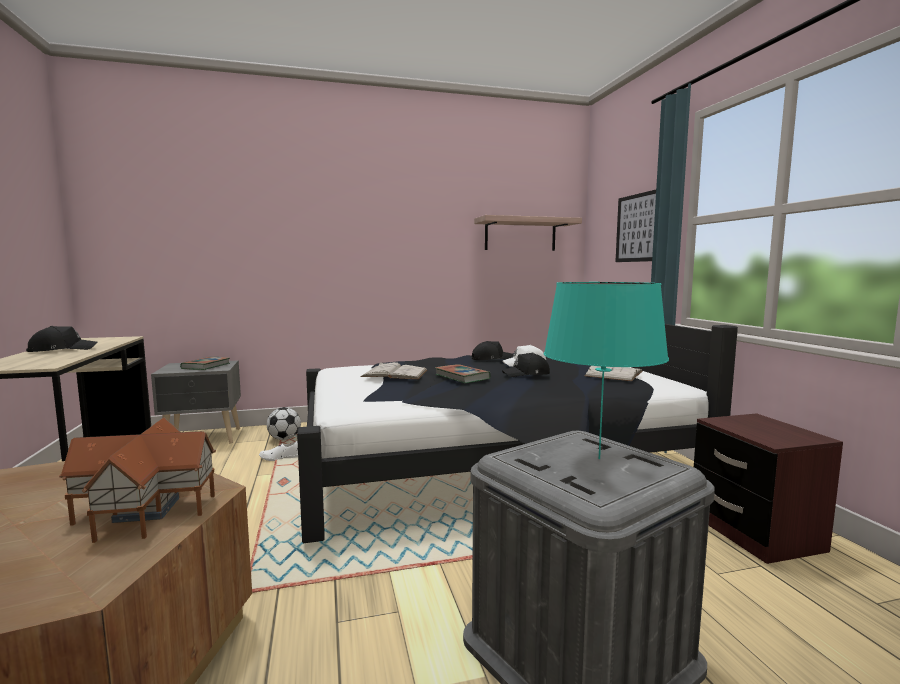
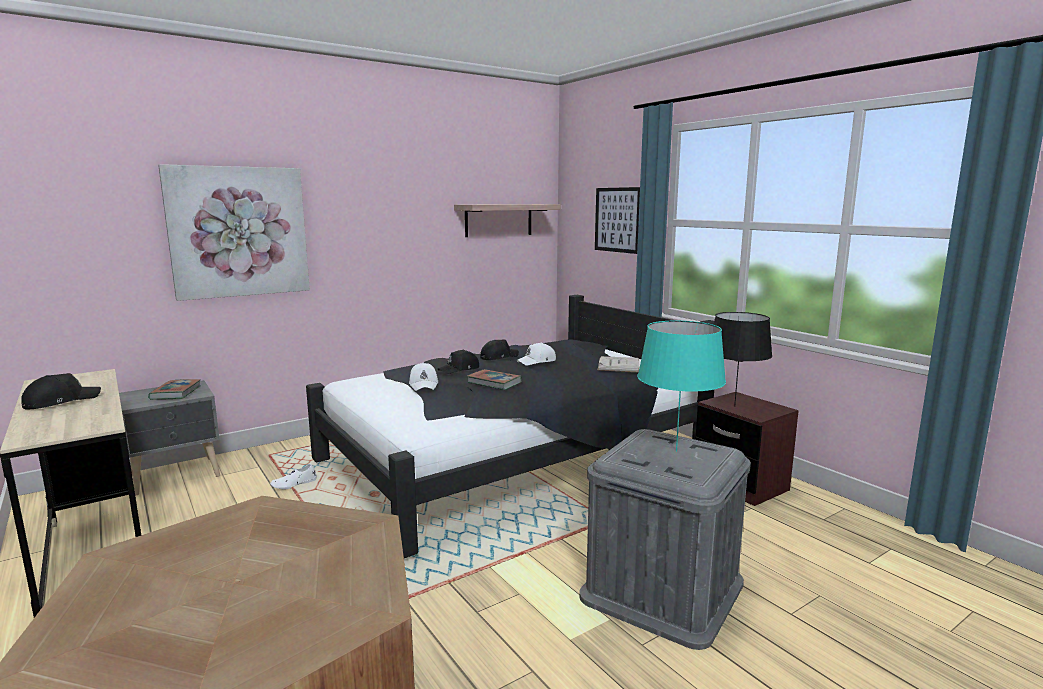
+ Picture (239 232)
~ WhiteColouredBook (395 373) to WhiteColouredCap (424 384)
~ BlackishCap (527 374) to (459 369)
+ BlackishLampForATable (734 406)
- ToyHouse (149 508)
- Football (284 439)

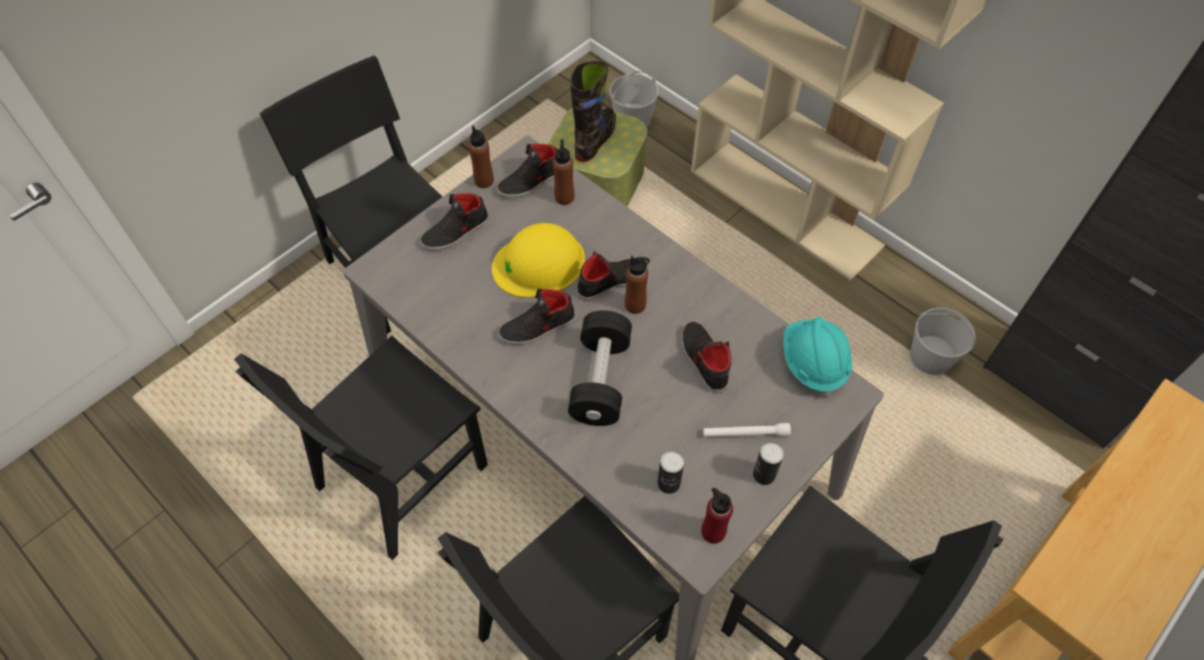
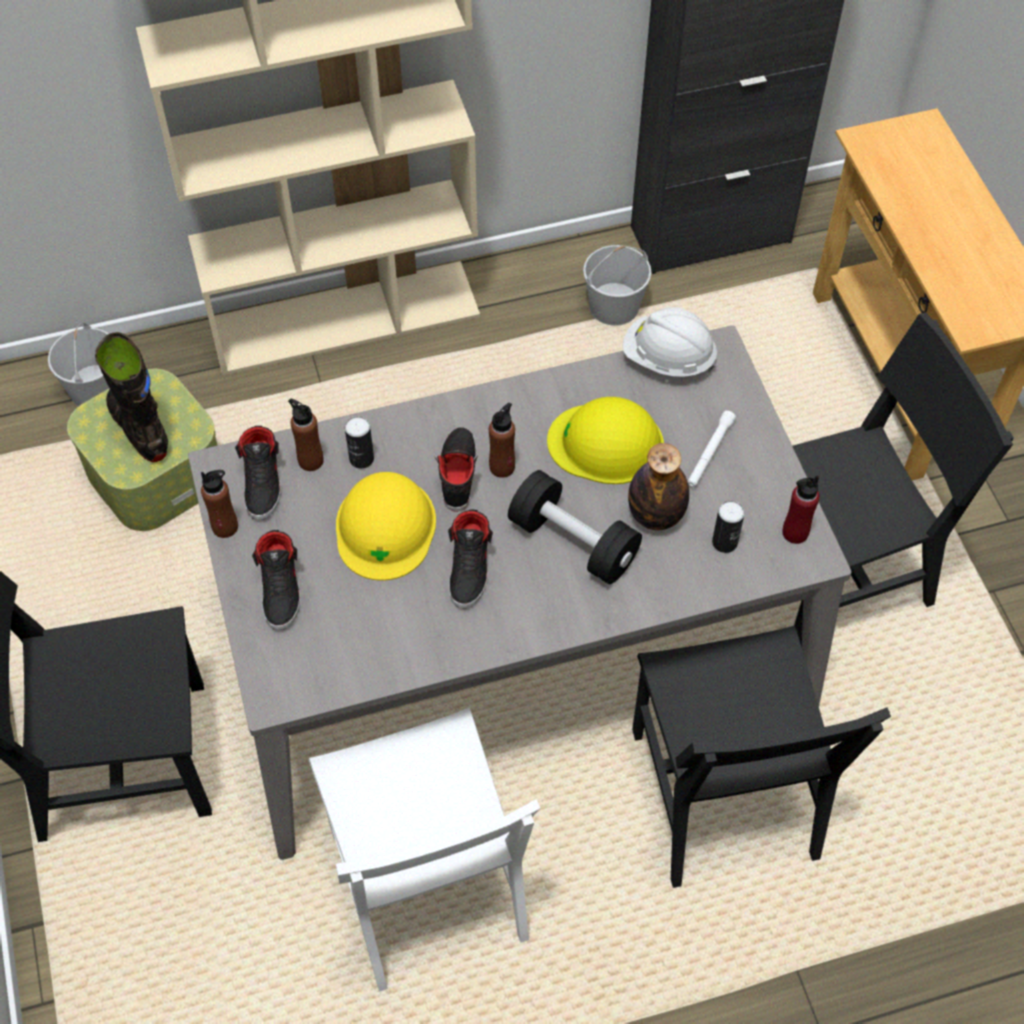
~ BlackishChair (401 476) to WhiteColouredChair (426 884)
~ SealedCan (764 474) to (361 459)
~ BlackishLowShoe (703 359) to YellowColouredHardHat (606 443)
~ BlueGreenHardHat (813 363) to WhiteColouredHardHat (668 359)
+ DrinkBottle (656 515)

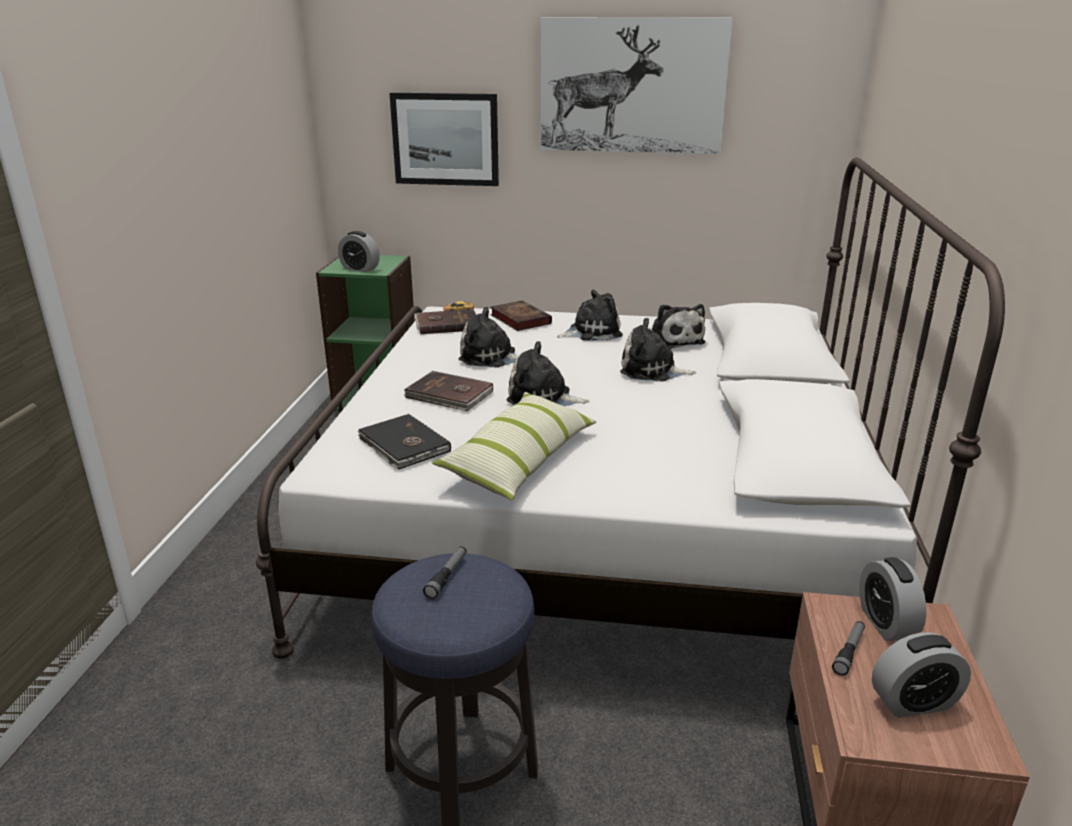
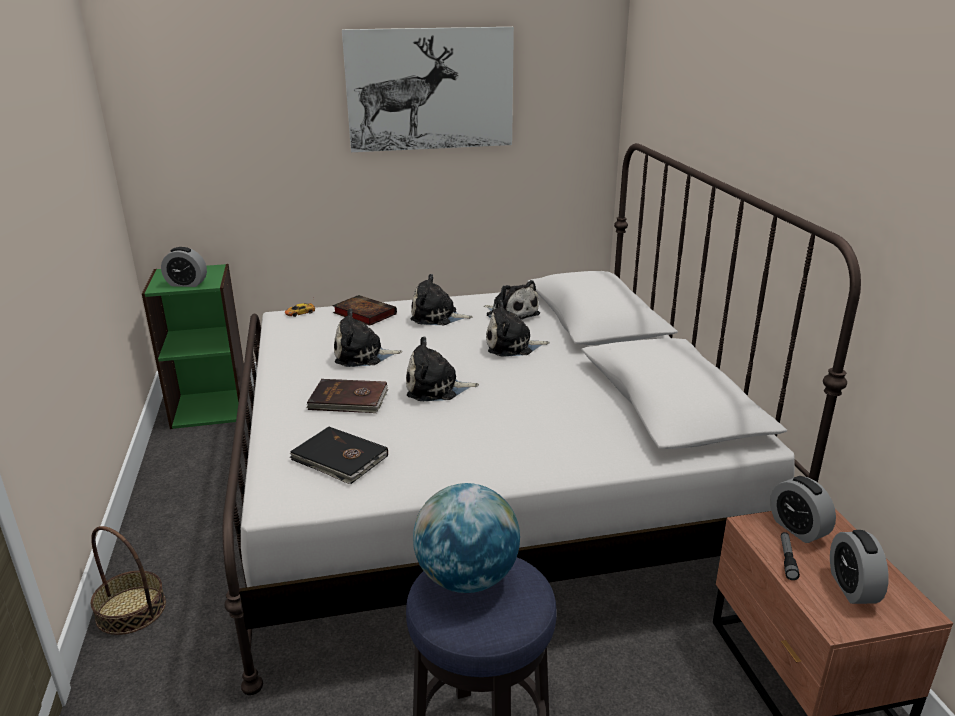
+ StorageBasket (131 610)
~ PlushToy (592 332) = (437 317) 135 degrees counterclockwise
~ Flashlight (447 576) to Globe (467 578)
~ AlarmClock (913 702) = (852 587) 120 degrees clockwise
- Picture (445 139)
- BrownColouredBook (447 324)
- Pillow (519 460)

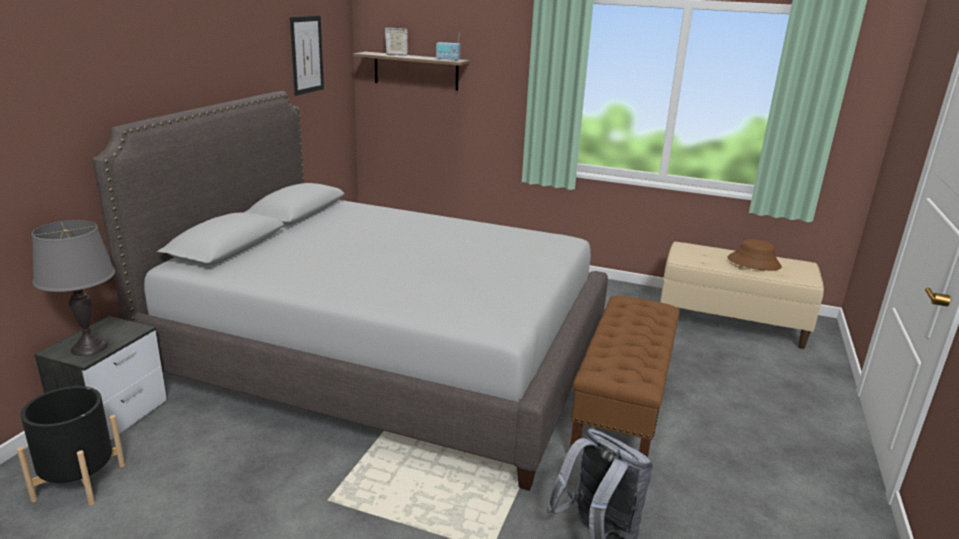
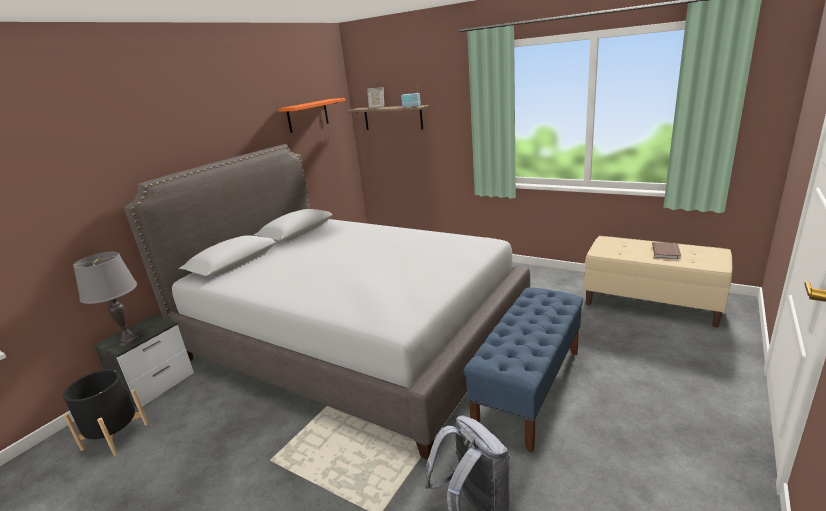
~ Picture (307 55) to OrangeColouredShelf (307 115)
~ BrownColouredIndoorBench (621 412) to BluishIndoorBench (529 388)
~ BrownColouredHat (753 263) to BrownColouredBook (667 252)

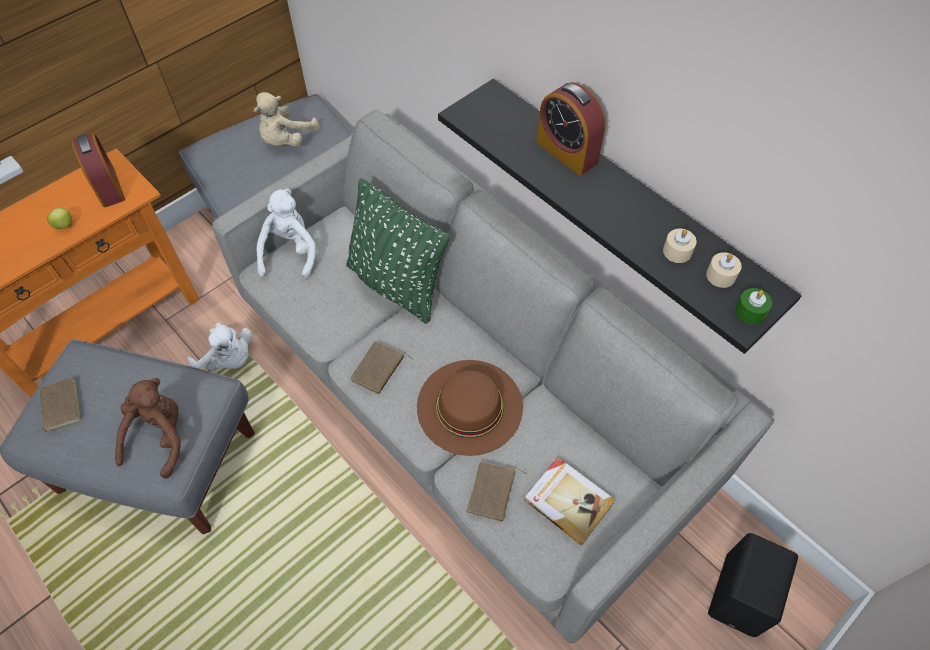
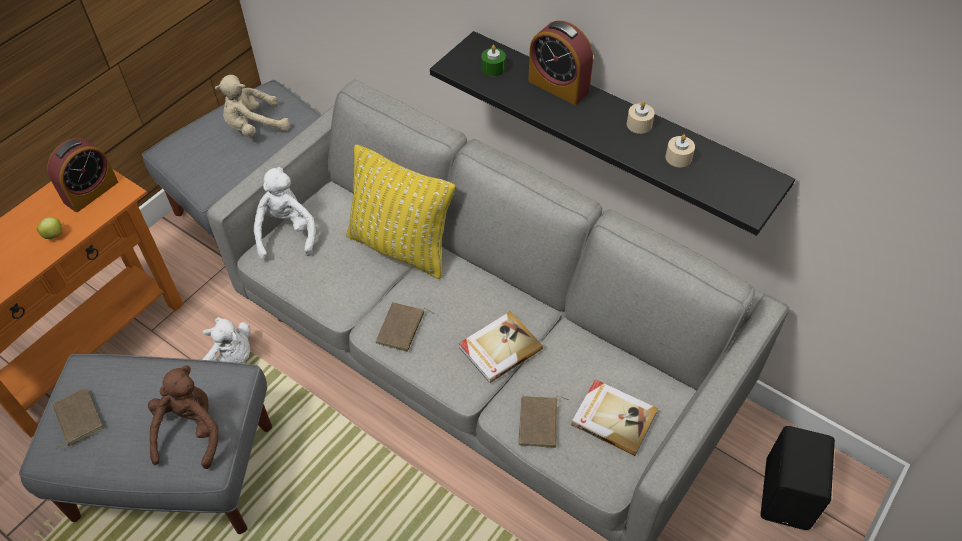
~ AlarmClock (108 187) = (91 192) 75 degrees clockwise
~ BeigePlushToy (286 140) = (254 127) 45 degrees clockwise
~ GreenColouredPillow (397 284) to YellowColouredPillow (401 247)
~ BrownColouredHat (469 406) to Book (499 348)
~ GreenColouredCandle (750 311) to (493 68)
~ BeigeCandle (720 275) to (639 124)

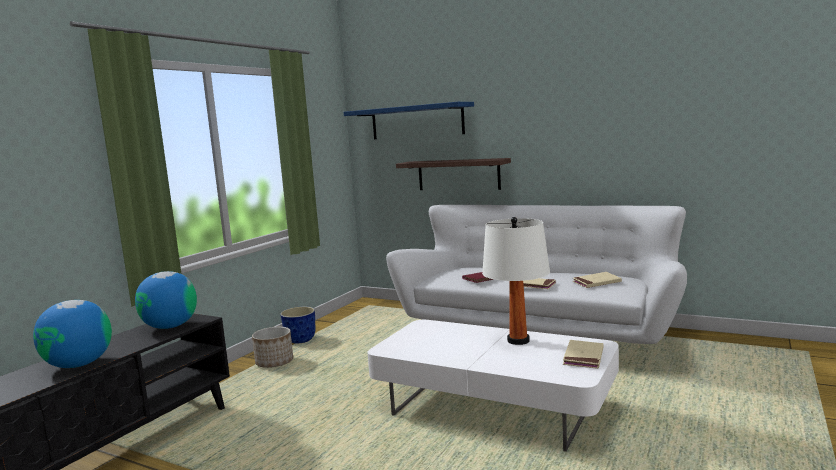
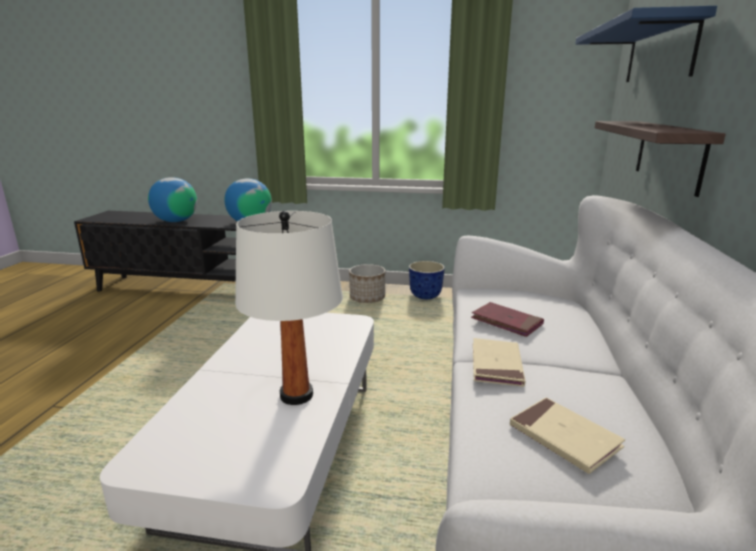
- BeigeBook (583 357)

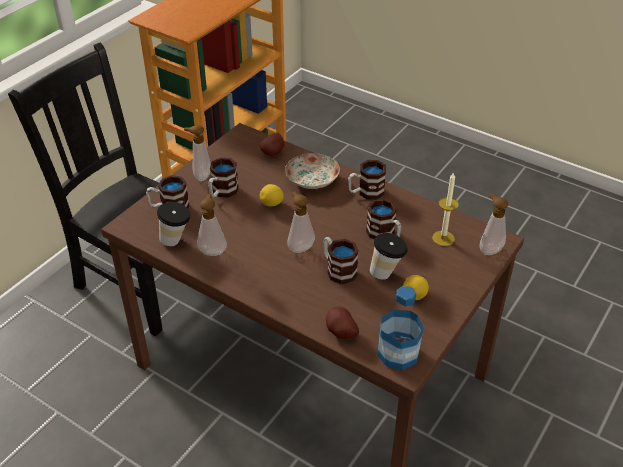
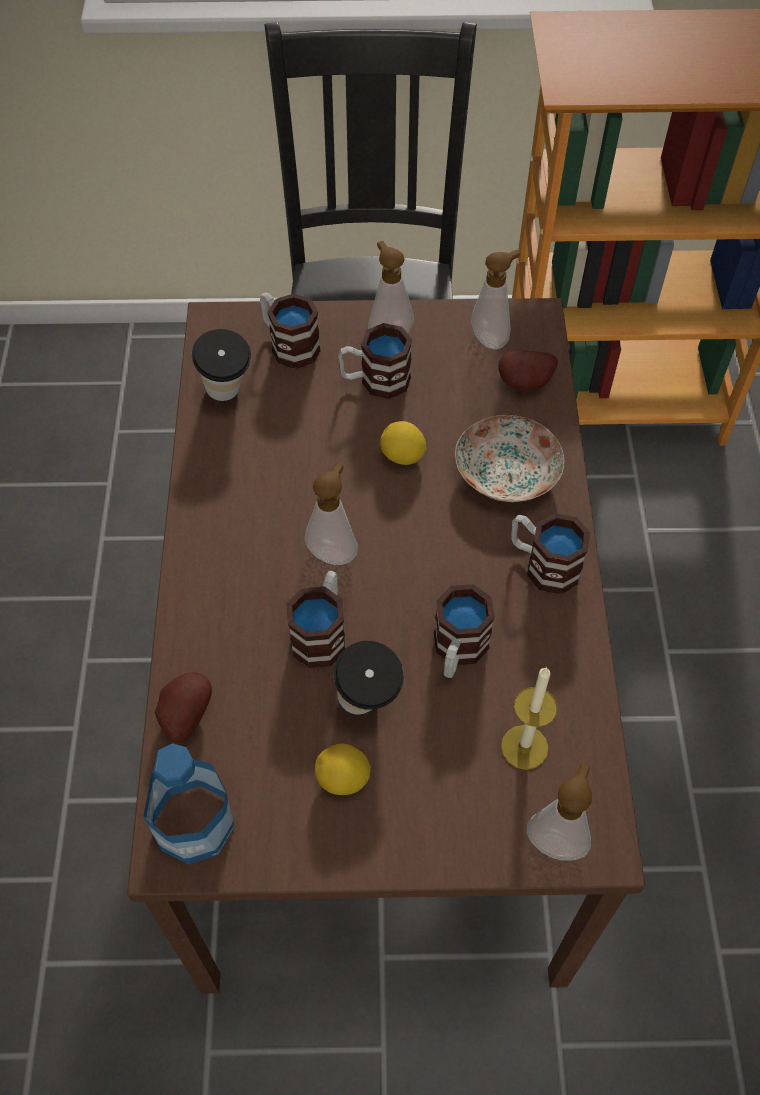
~ SoapDispenser (213 250) to (492 338)

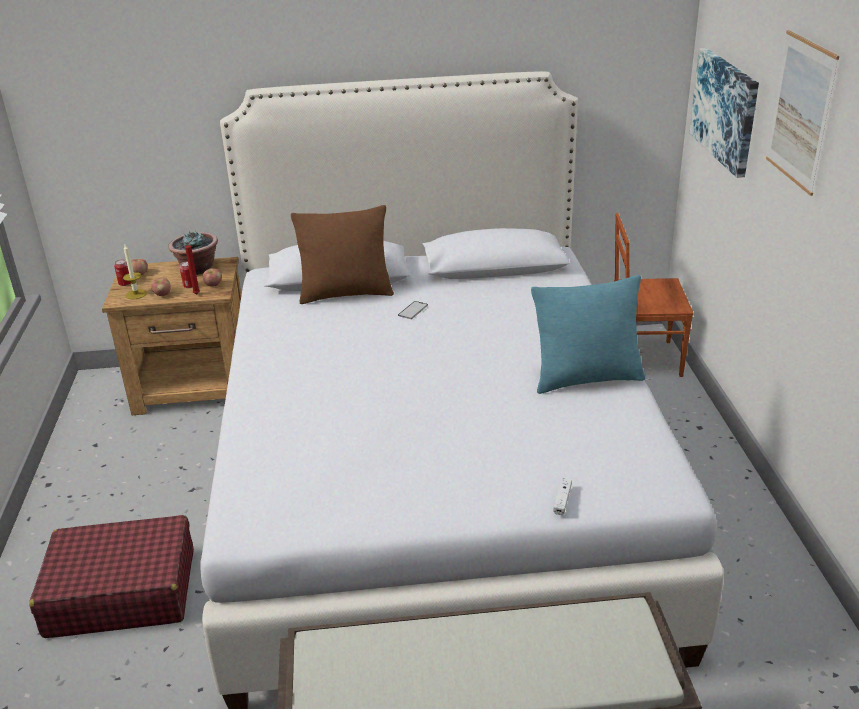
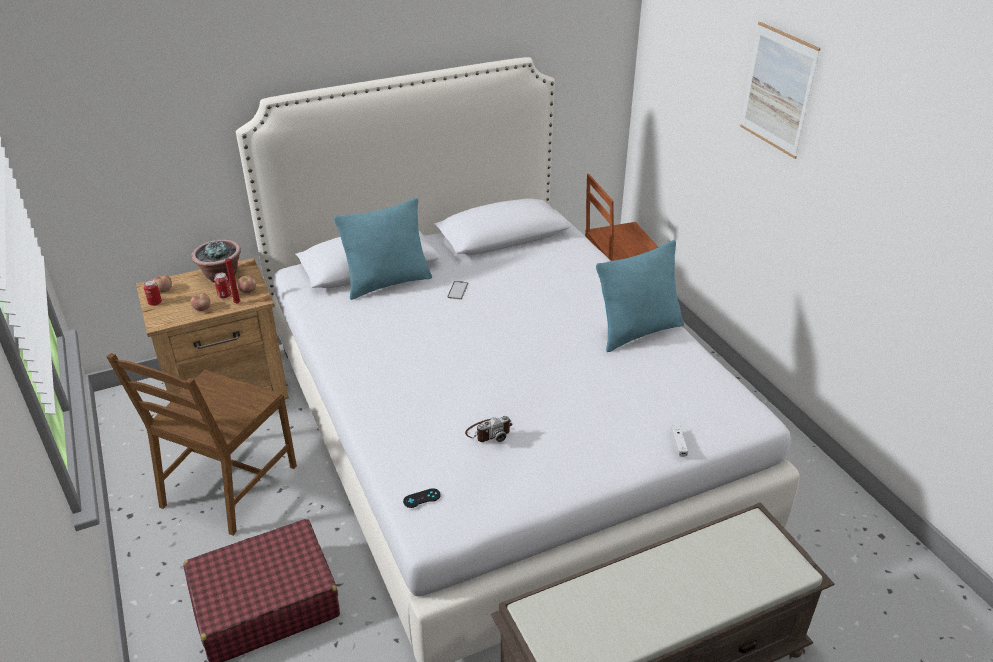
+ BrownColouredChair (228 486)
~ BrownColouredPillow (346 294) to BlueGreenPillow (387 283)
+ BlackishGamepad (422 498)
+ PhotoCamera (489 432)
- Candle (136 294)
- Picture (726 110)

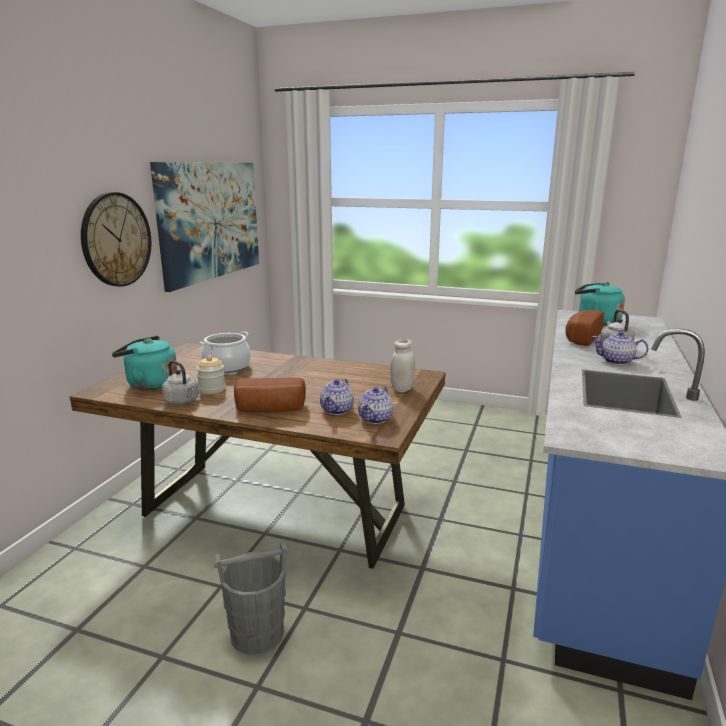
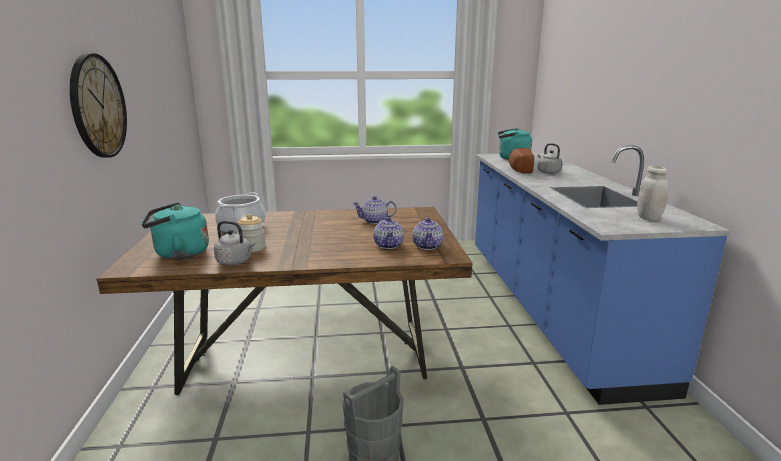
~ TeaPot (617 361) to (375 221)
~ WhiteColouredPreserveJar (402 389) to (648 218)
- Picture (211 221)
- Bread (270 410)

